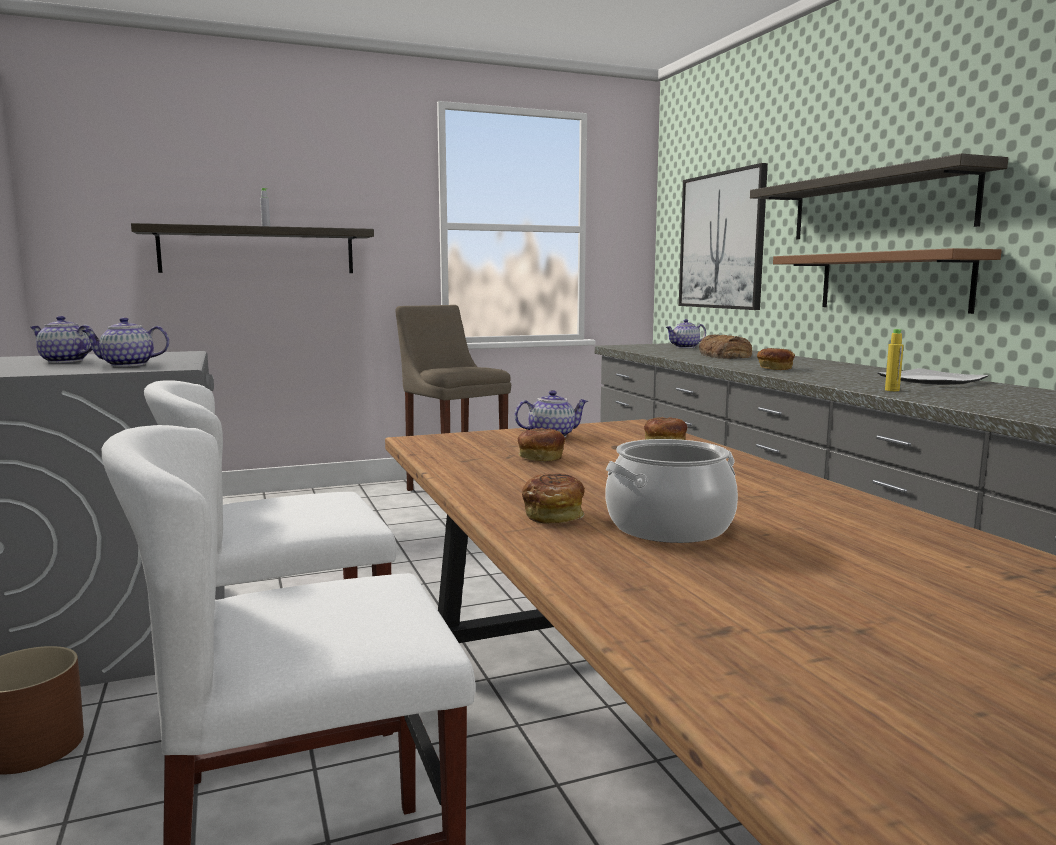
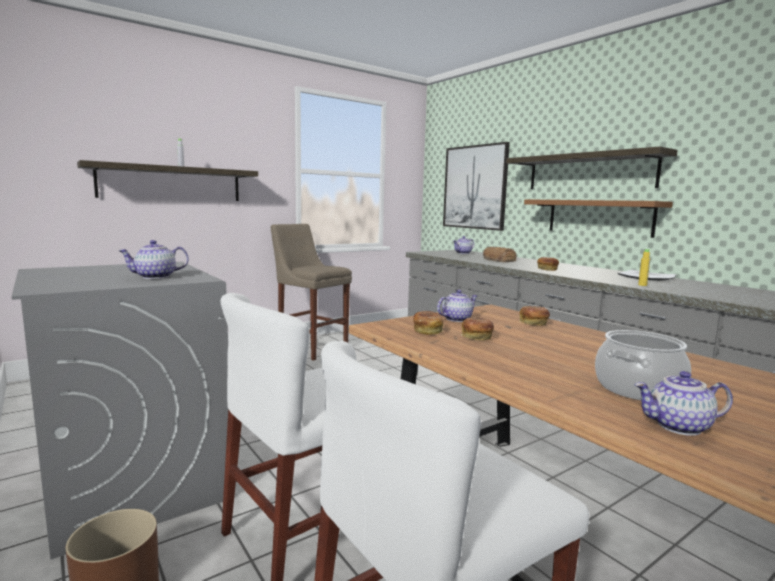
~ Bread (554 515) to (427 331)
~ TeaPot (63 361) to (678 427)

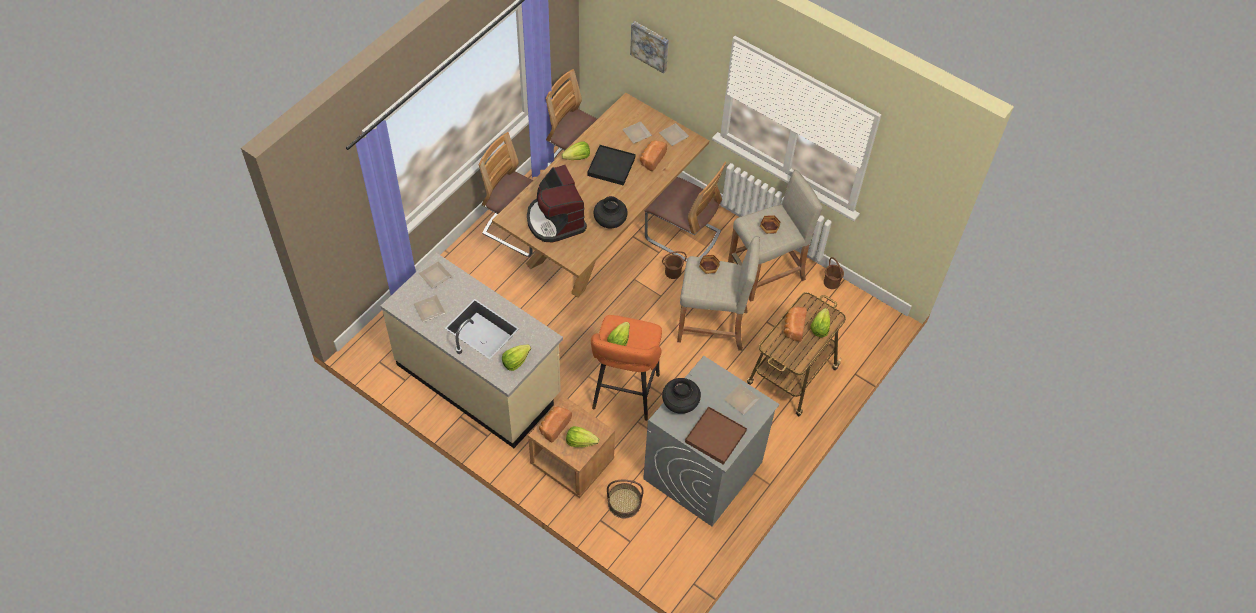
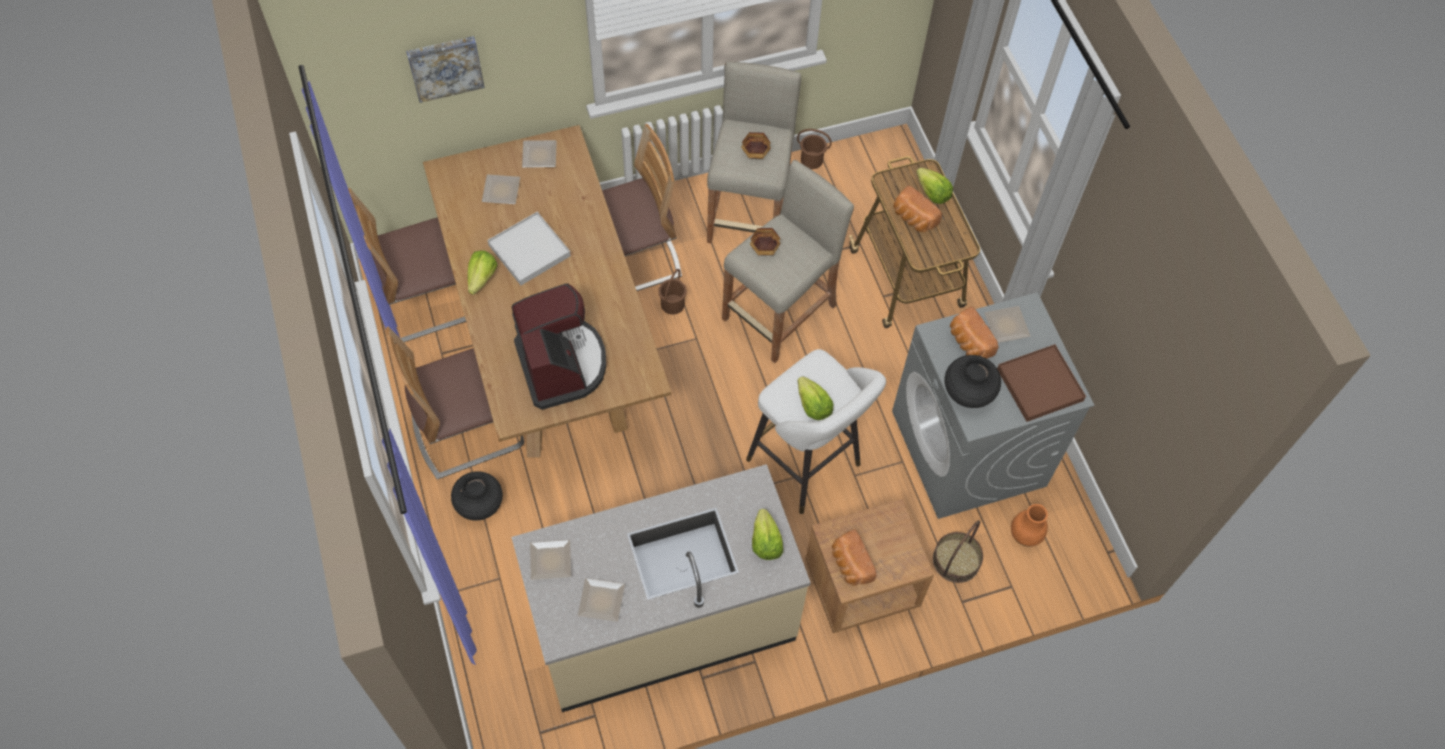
~ BlackishVase (610 221) to (480 504)
~ BlackishServingTray (611 167) to WhiteColouredServingTray (529 250)
~ CoffeeMachine (555 220) = (561 364) 120 degrees counterclockwise
~ OrangeColouredStool (624 395) to WhiteColouredStool (808 466)
~ Bread (651 159) to (968 342)
+ OrangeColouredVase (1025 535)
- Lettuce (580 441)

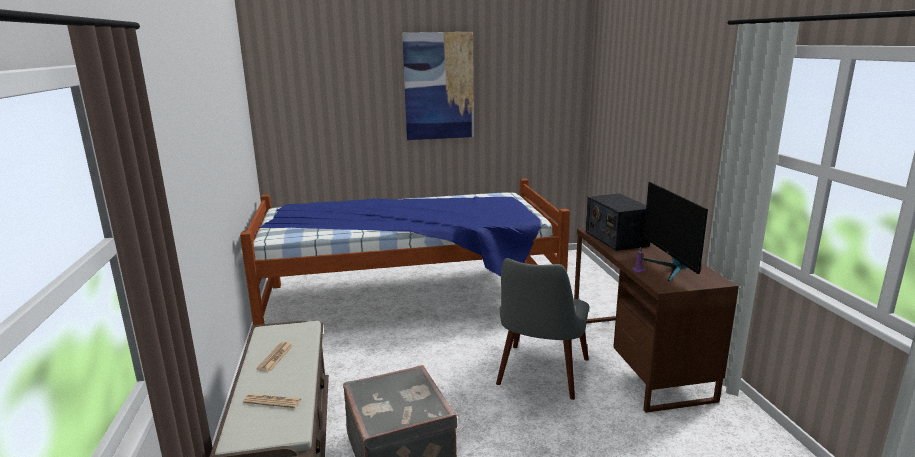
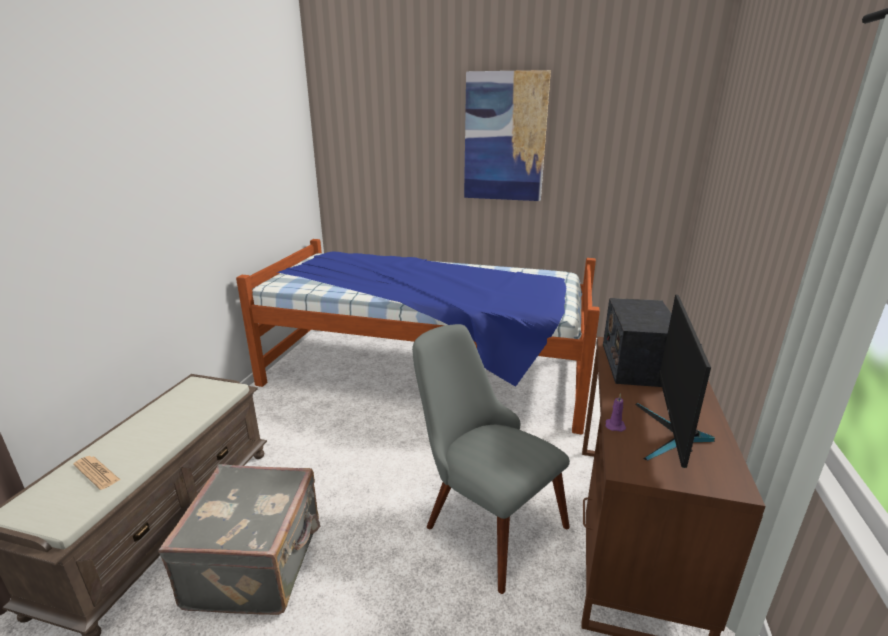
~ GreyChair (540 378) = (482 518) 90 degrees clockwise
- Newspaper (275 357)

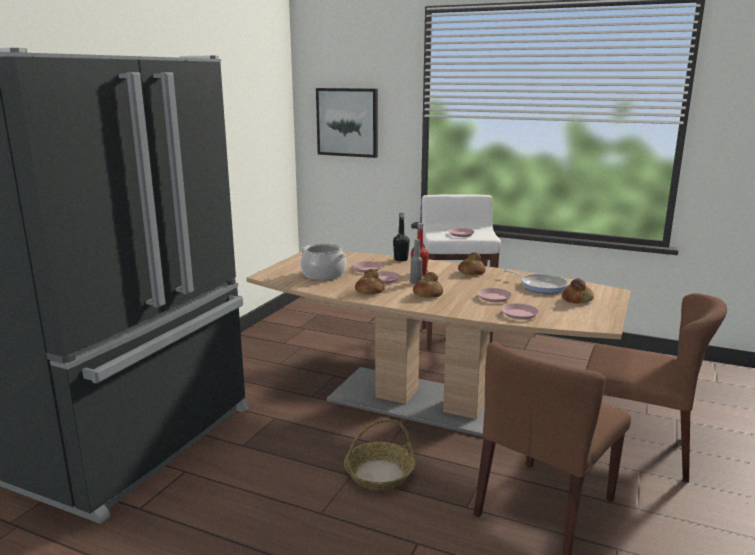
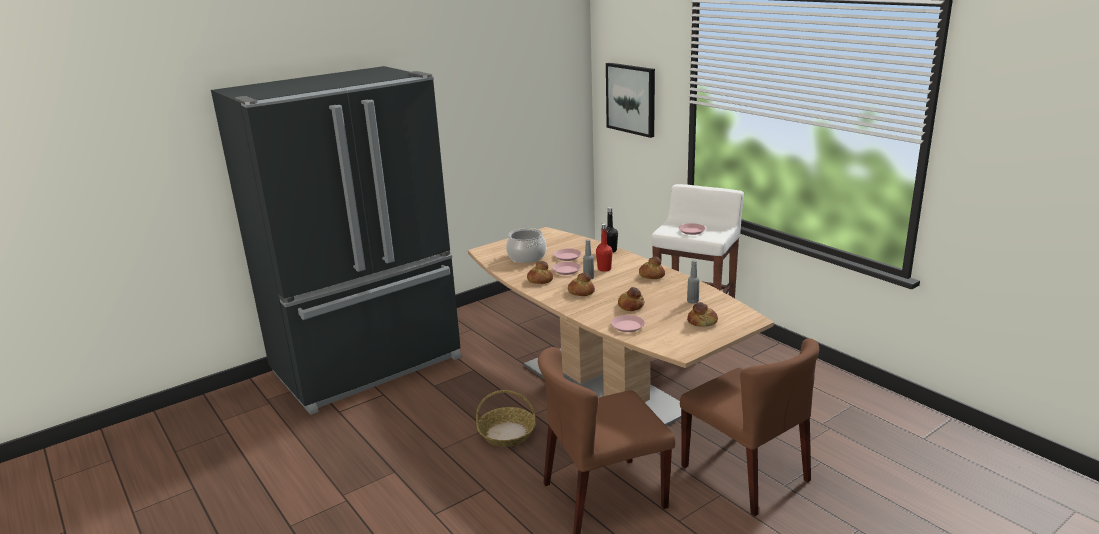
~ PinkPlate (494 298) to Bread (631 306)
~ FryingPan (541 286) to GreyDrinkBottle (692 301)

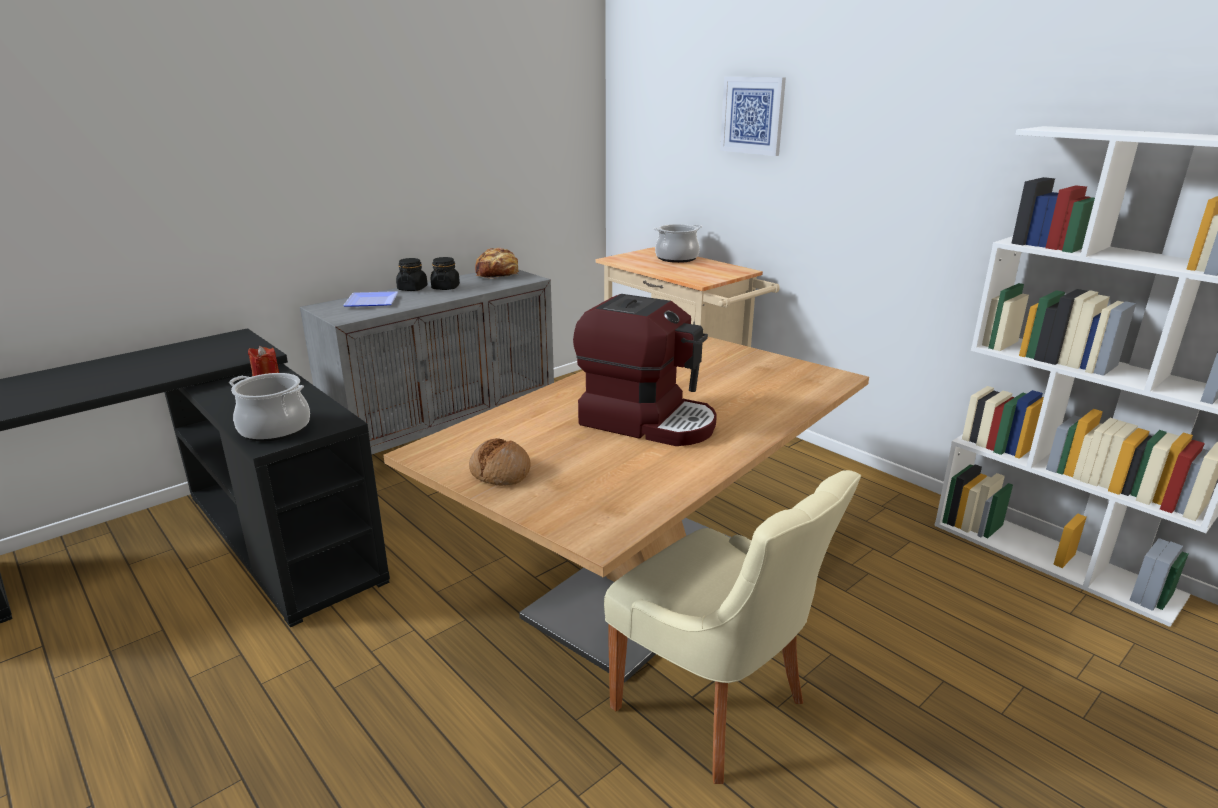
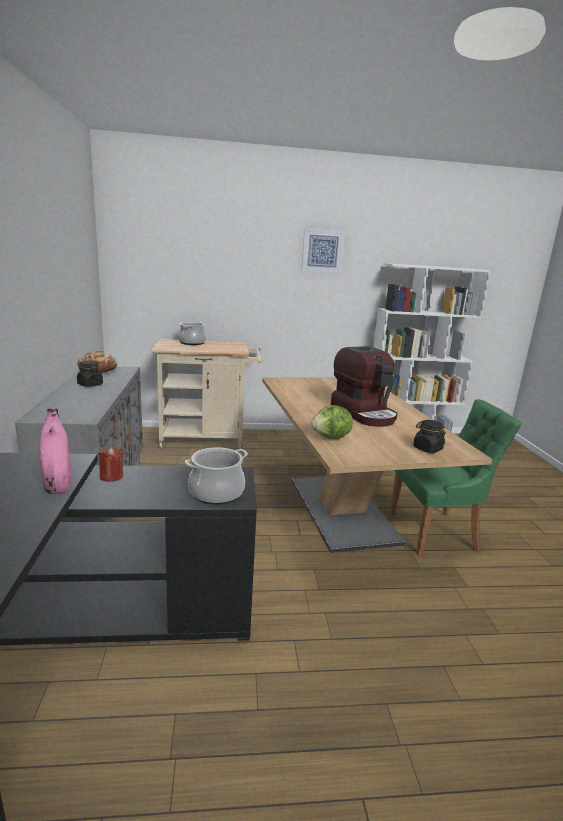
+ PinkVase (58 482)
~ Picture (753 115) to (322 251)
+ Lettuce (331 437)
~ CoffeeMachine (647 421) = (364 413) 90 degrees clockwise
~ BeigeChair (715 707) to GreenColouredChair (436 532)
~ BlackishPreserveJar (412 289) to (427 449)
- Plate (373 302)
- Bread (500 472)

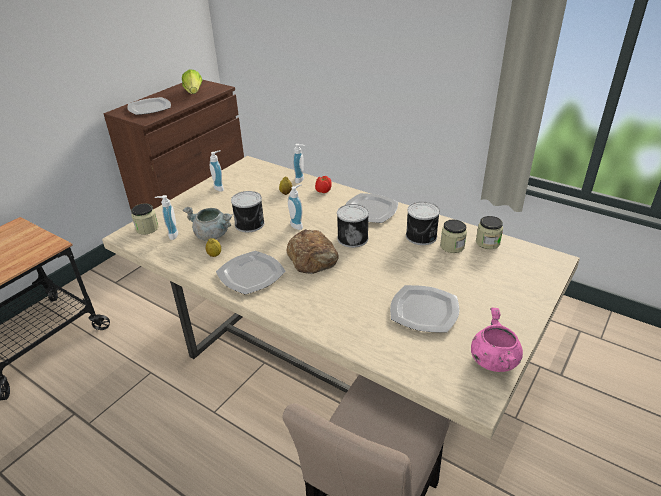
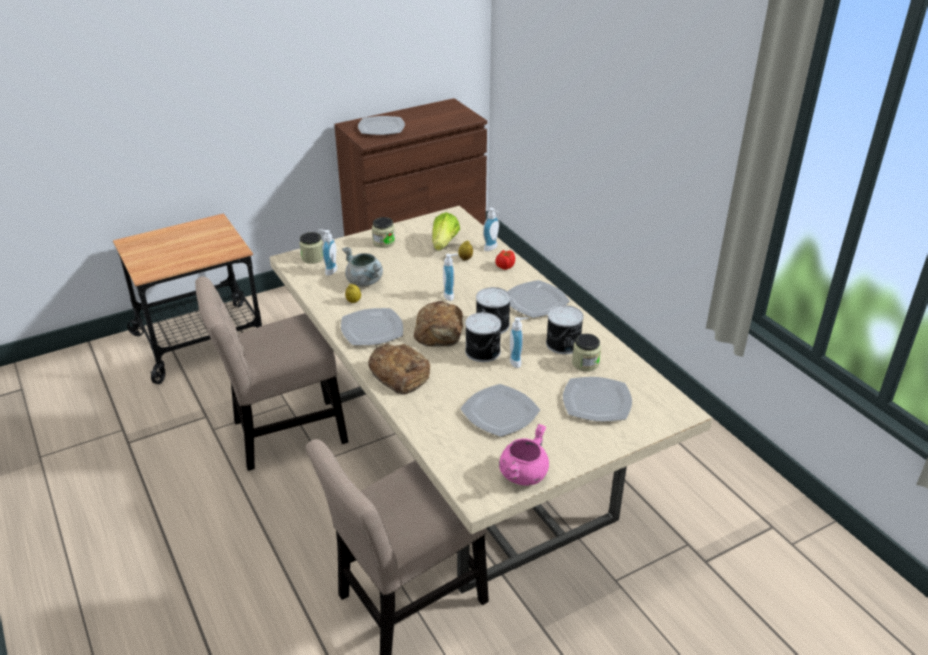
+ BeigeChair (283 434)
+ Bread (399 373)
~ PreserveJar (487 242) to (384 242)
~ Lettuce (194 93) to (444 244)
~ SealedCan (250 224) to (483 351)
~ SoapDispenser (220 187) to (518 361)
+ Plate (597 402)

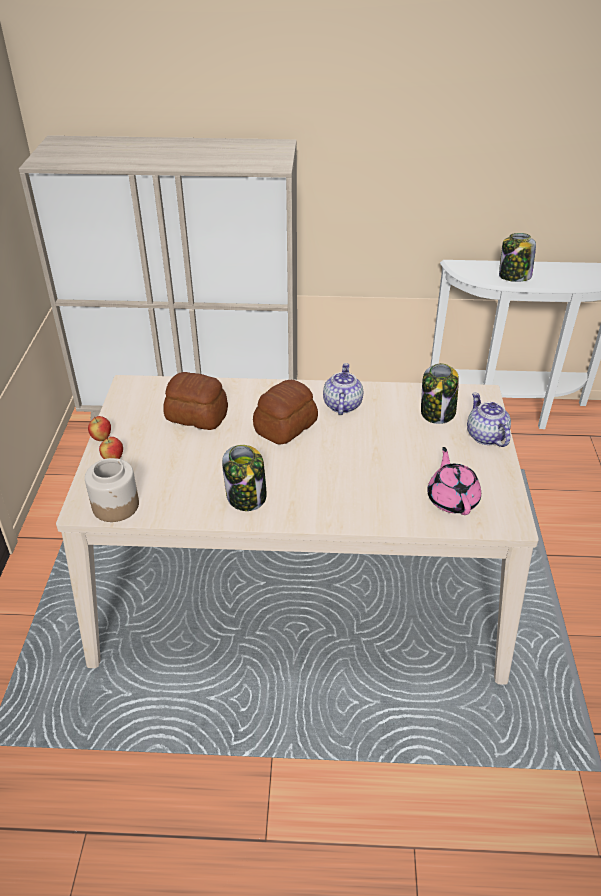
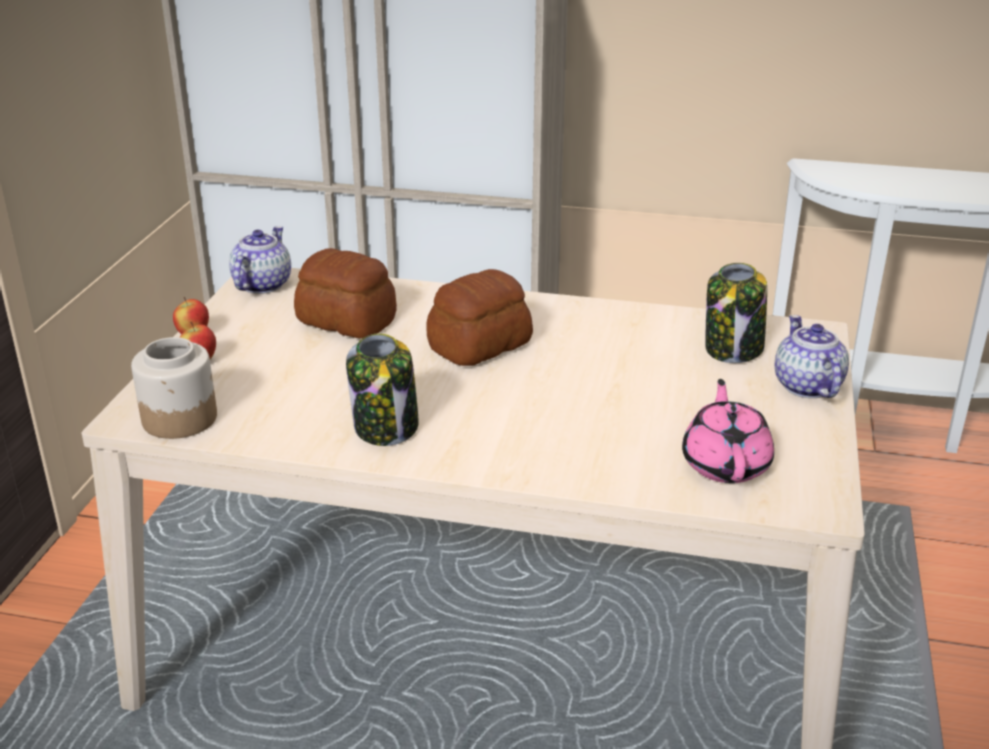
~ TeaPot (341 405) to (262 284)
- PreserveJar (513 276)

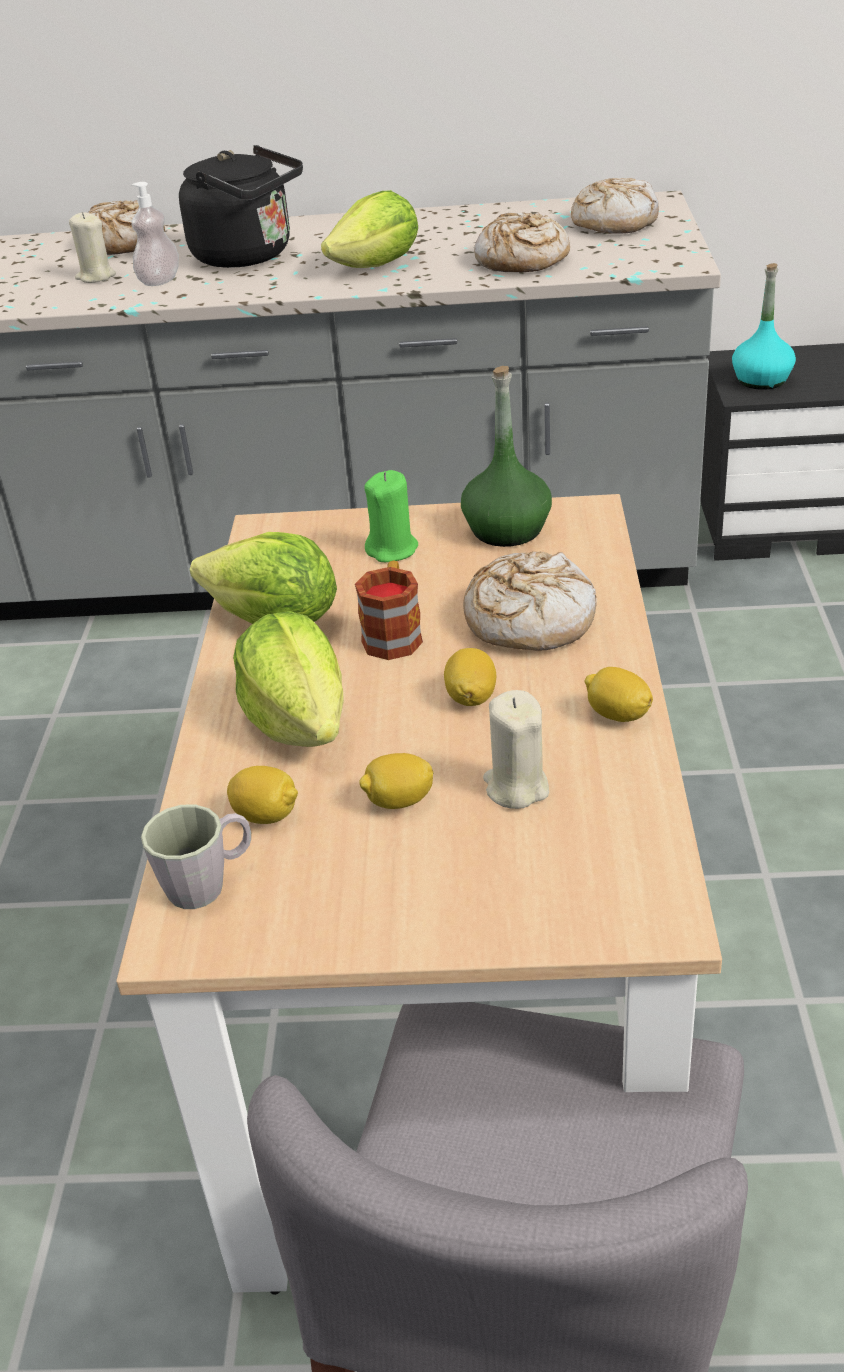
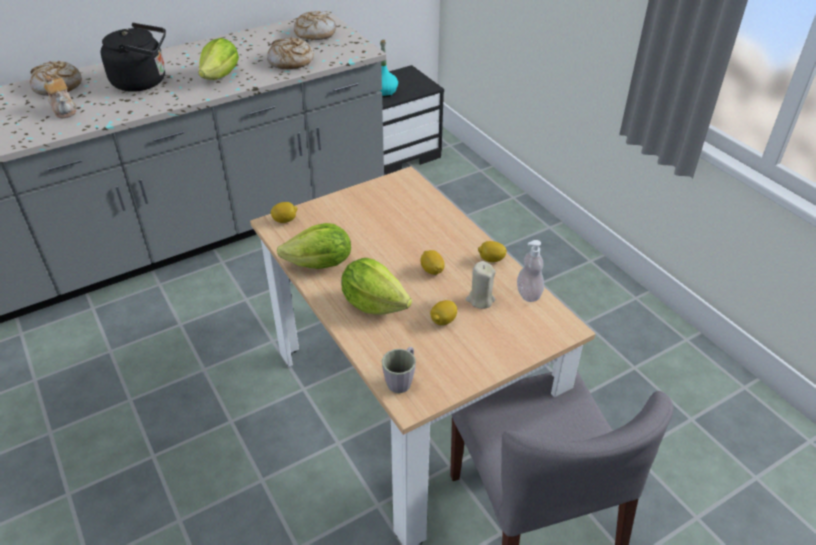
~ BeigeCandle (96 277) to TeaPot (64 110)
~ Lemon (266 815) to (285 220)
~ SoapDispenser (159 281) to (528 294)
- CoffeeMug (393 634)
- GreenColouredCandle (392 550)
- GreenColouredDrinkBottle (506 530)
- Bread (528 619)

